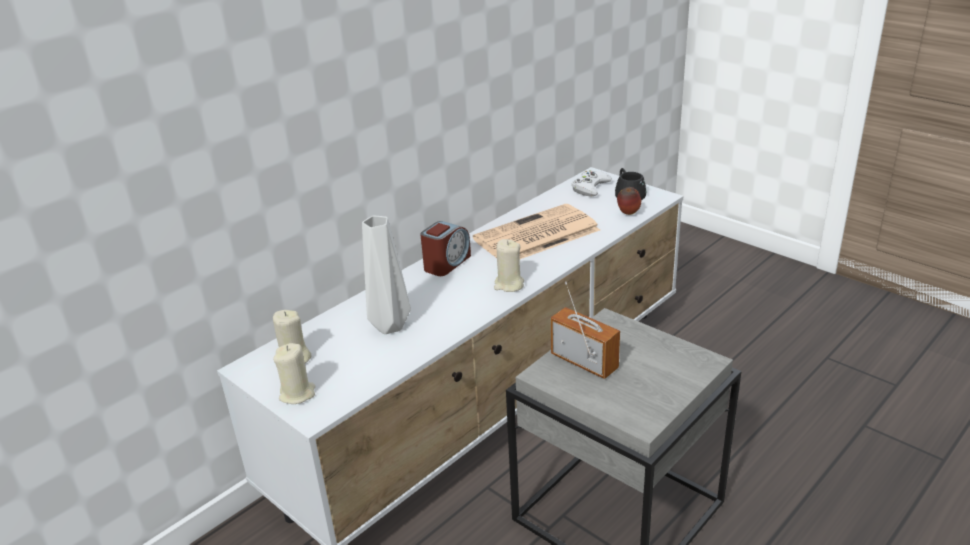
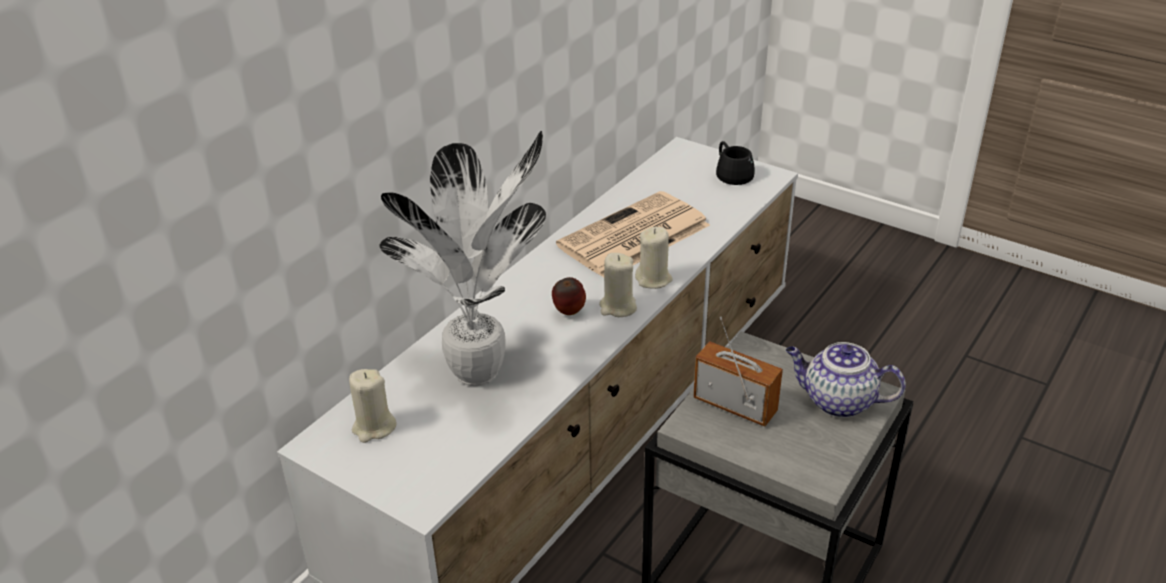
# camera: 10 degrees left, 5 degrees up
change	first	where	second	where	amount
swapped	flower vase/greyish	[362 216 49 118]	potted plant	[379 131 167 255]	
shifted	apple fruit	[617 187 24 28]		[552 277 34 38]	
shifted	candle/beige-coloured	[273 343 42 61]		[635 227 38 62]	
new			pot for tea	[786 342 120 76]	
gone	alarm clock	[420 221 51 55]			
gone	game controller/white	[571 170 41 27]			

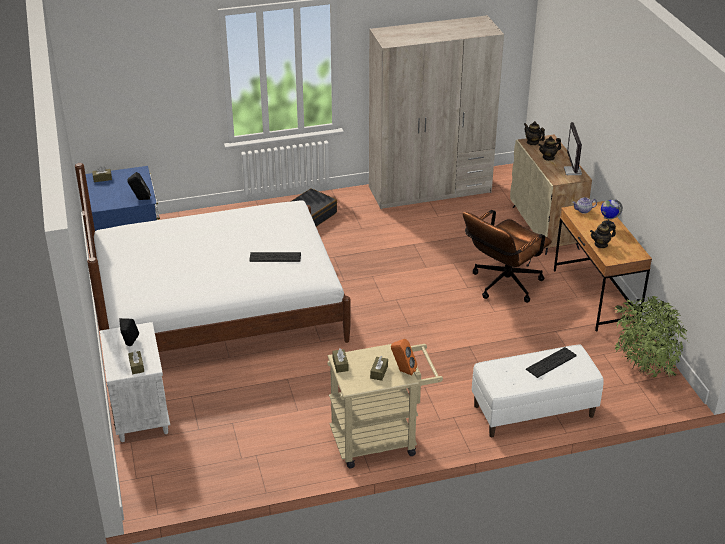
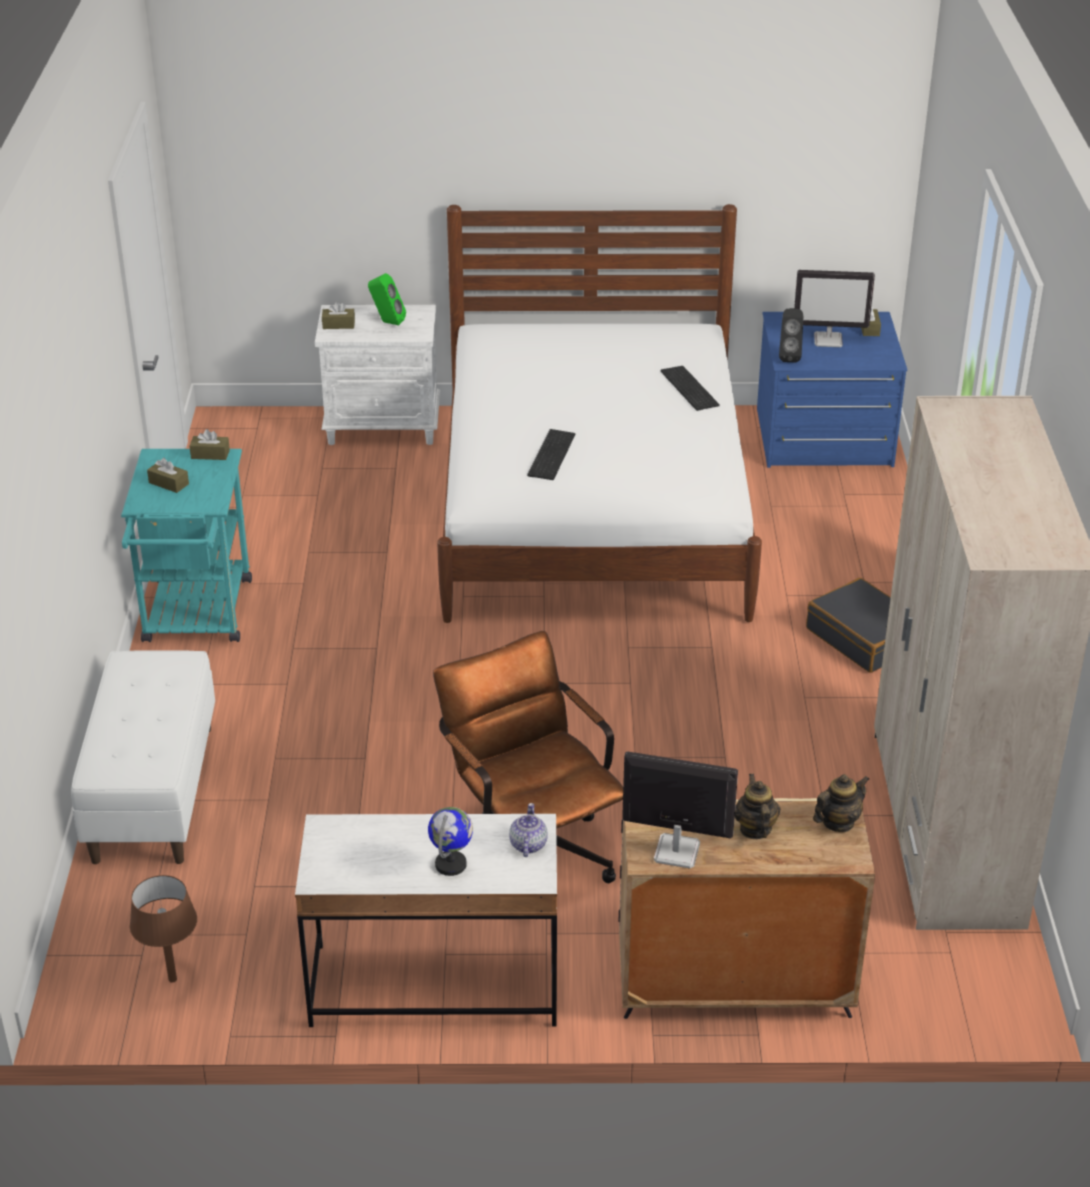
# camera: 105 degrees right, 0 degrees up
change	first	where	second	where	amount
repainted	trolley/beige-coloured	[327 344 116 124]	trolley/turquoise-coloured	[121 449 131 193]	
swapped	potted plant	[614 296 74 82]	tabletop lamp/brownish	[130 875 67 108]	
repainted	desk table/brownish	[554 201 98 131]	desk table/white	[295 814 262 213]	
repainted	speaker/black-coloured	[119 318 20 28]	speaker/green	[368 273 38 52]	
shifted	keyboard	[526 347 51 31]		[661 366 59 45]	
new			monitor	[794 270 81 77]	
gone	speaker/orange	[391 339 26 37]			
gone	pot for tea	[590 222 26 26]			

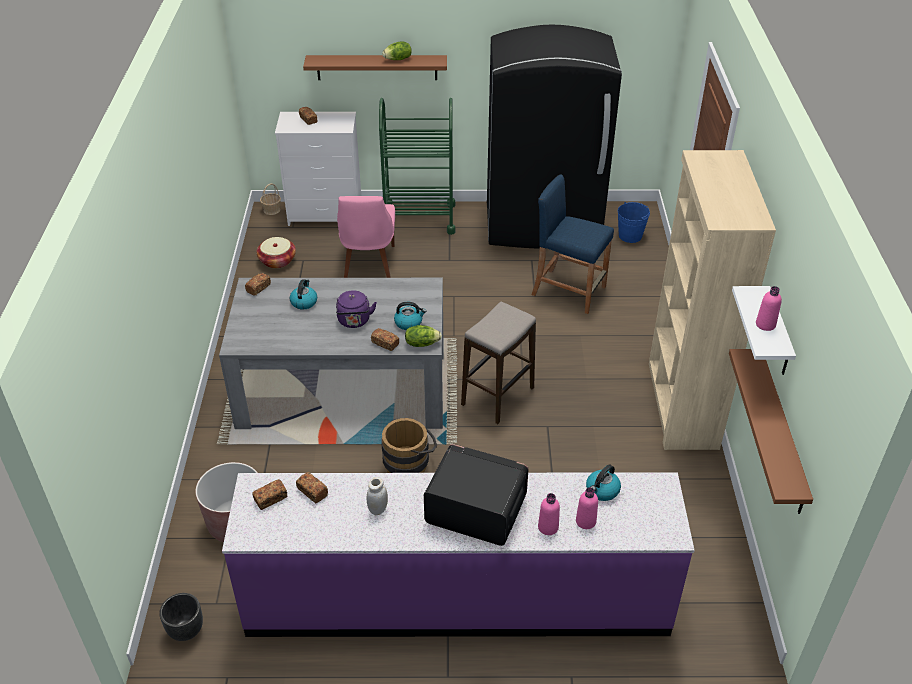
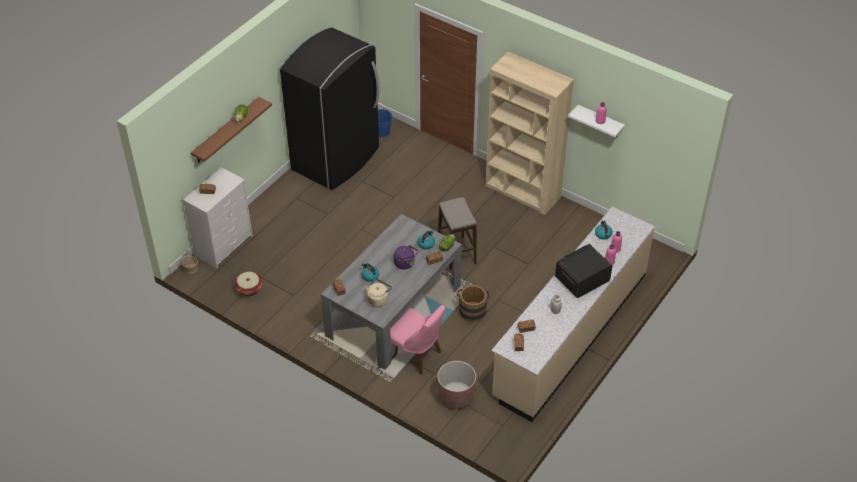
# camera: 55 degrees left, 5 degrees up
change	first	where	second	where	amount
new			kettle/beige-coloured	[365 279 27 28]	
shifted	plain chair/pinkish	[337 196 58 82]		[390 305 55 70]	
repainted	kitchen base unit/purple-coloured	[222 472 473 165]	kitchen base unit/beige-coloured	[491 207 164 215]	
gone	planter/black-coloured	[159 593 44 48]			
gone	trolley/green	[379 98 77 137]			
gone	stool/blue	[532 174 82 140]			
gone	bracket shelf/brownish	[729 349 84 165]			

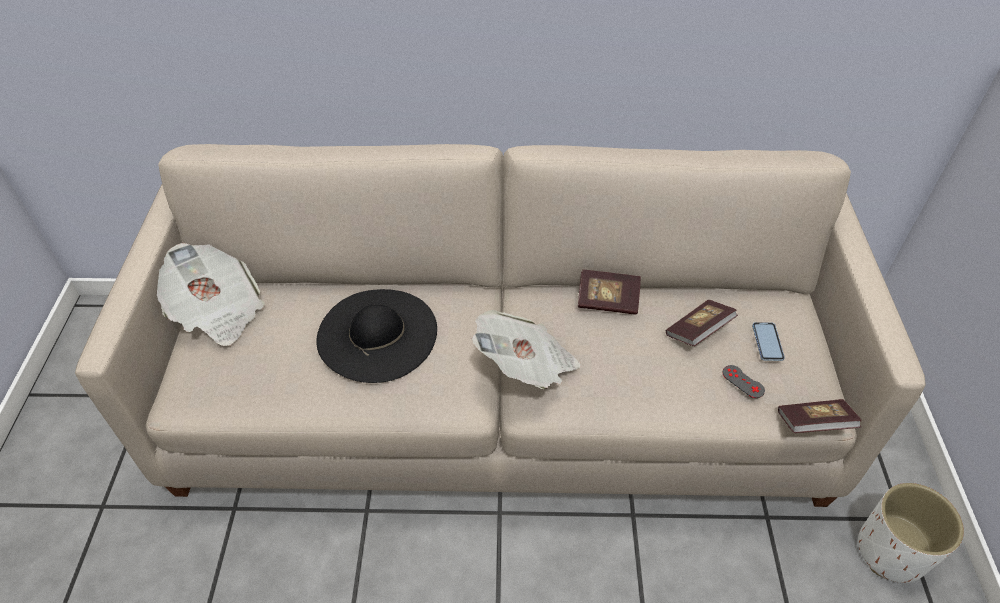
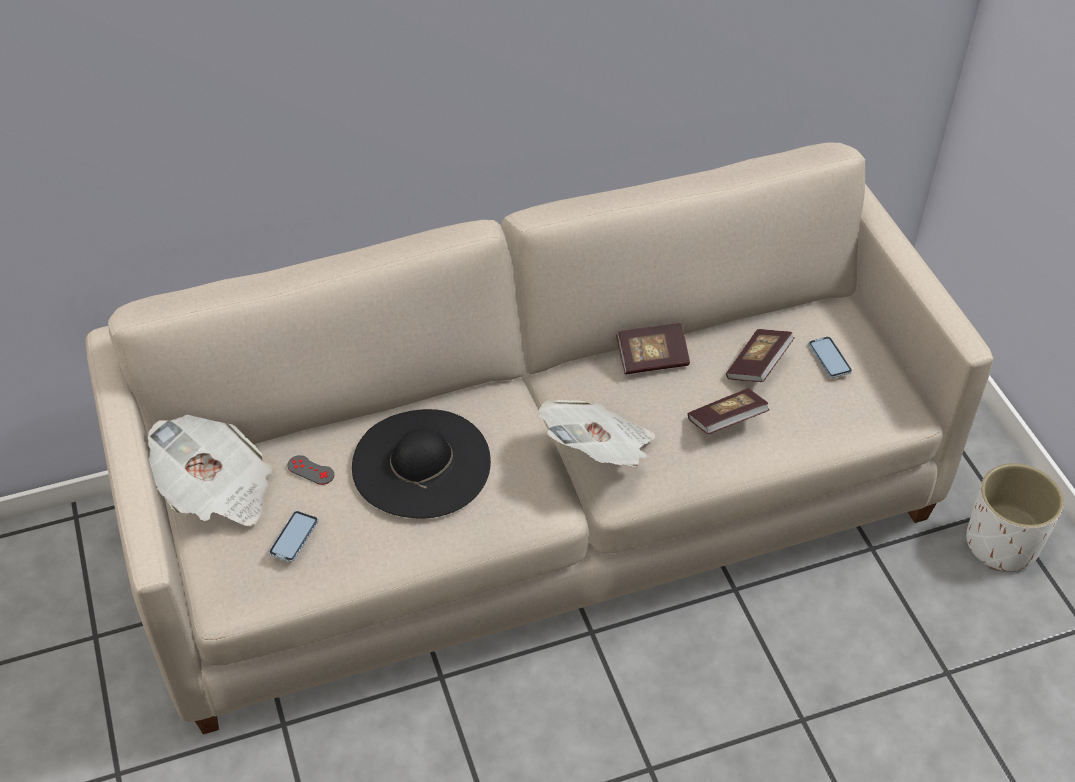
# camera: 20 degrees left, 0 degrees up
change	first	where	second	where	amount
new			telephone	[269 511 49 51]	
shifted	game controller/greyish	[723 365 42 33]		[287 455 47 30]	
shifted	volume	[778 399 84 34]		[688 388 82 46]	

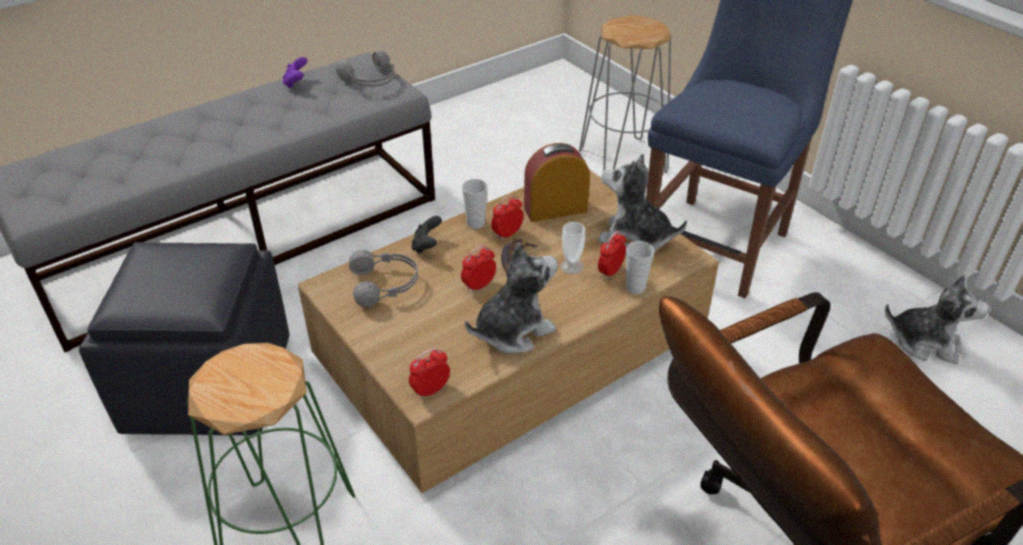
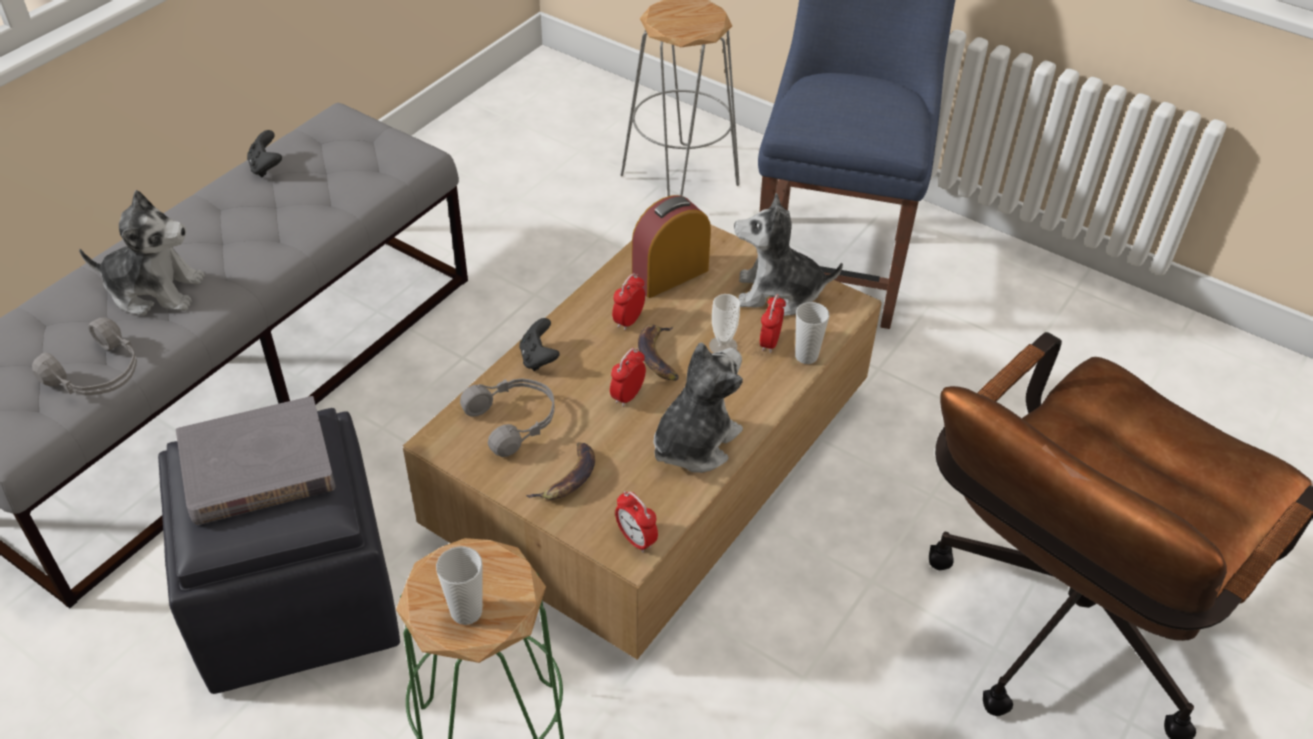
# camera: 20 degrees left, 5 degrees up
change	first	where	second	where	amount
shifted	headphones/greyish	[336 50 59 37]		[32 317 105 78]	
shifted	soft toy	[885 275 104 89]		[79 190 126 126]	
new			volume/greyish	[176 396 160 129]	
repainted	game controller/purple-coloured	[283 57 24 31]	game controller/black-coloured	[247 130 35 47]	
shifted	drinking cup	[462 179 26 50]		[436 546 47 79]	
new			banana fruit	[526 442 69 58]	
rotated	alarm clock	[409 348 41 51]		[615 491 43 62]	75 degrees counterclockwise

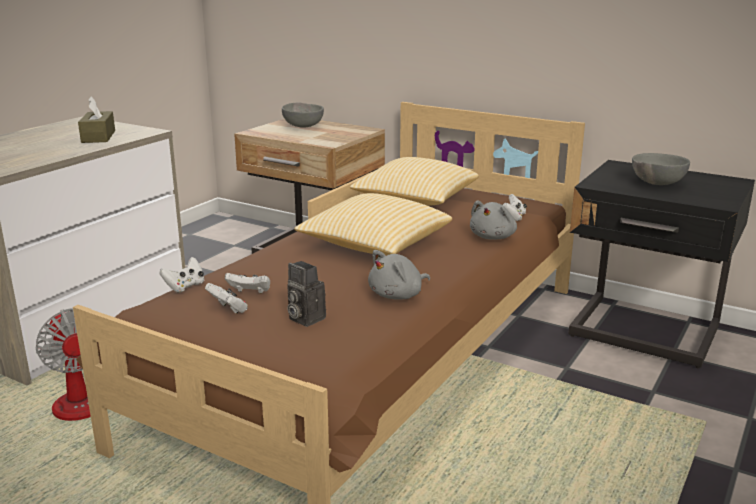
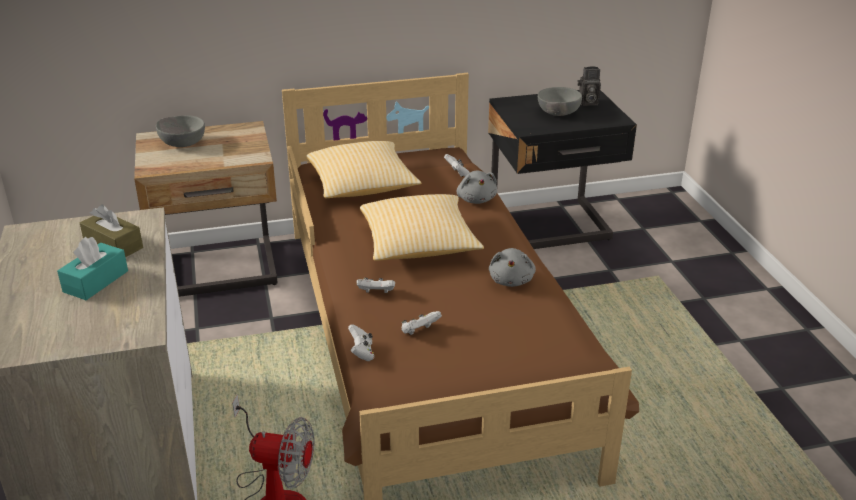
# camera: 45 degrees left, 10 degrees up
change	first	where	second	where	amount
new			box of tissues/turquoise-coloured	[57 237 71 63]	
shifted	game controller/white	[205 283 43 31]		[356 278 39 15]	
shifted	photo camera	[287 261 39 66]		[578 66 23 40]	

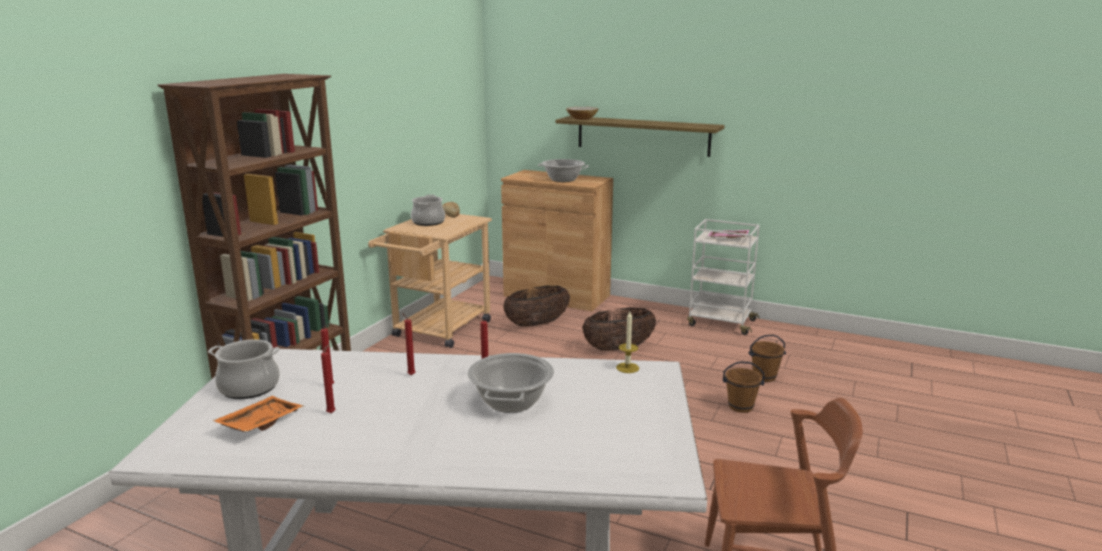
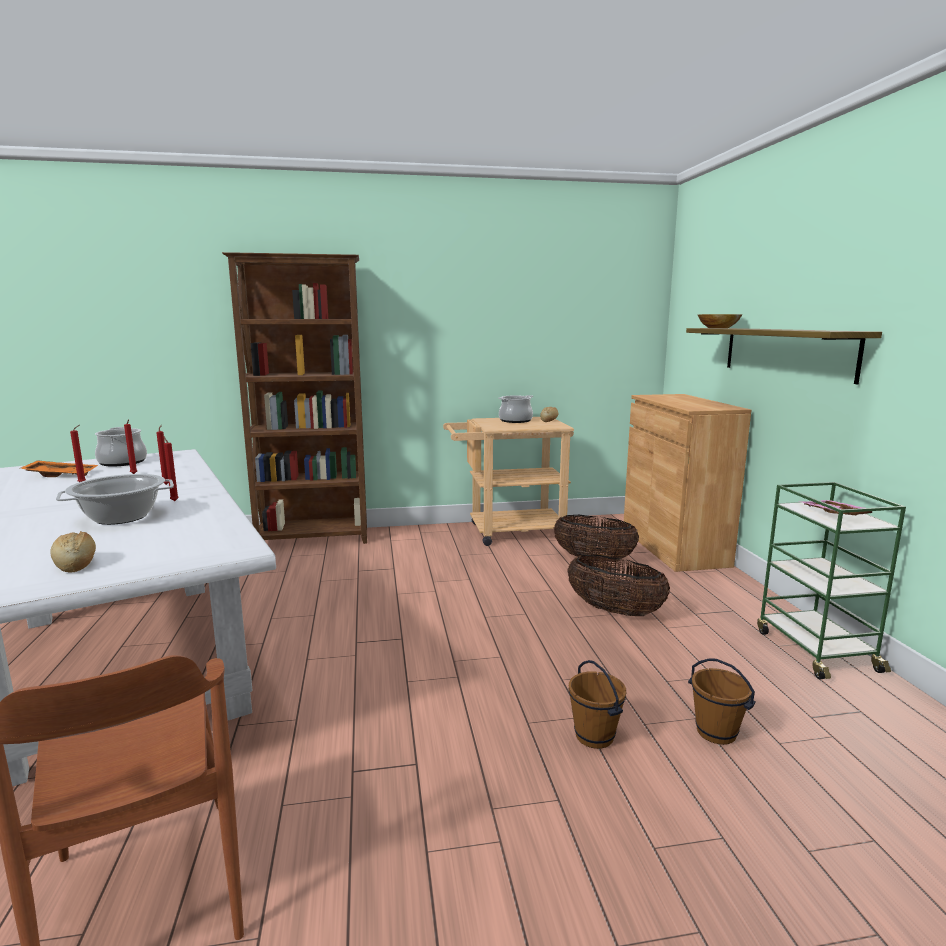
# camera: 55 degrees right, 5 degrees down
change	first	where	second	where	amount
new			bread	[50 531 46 41]	
repainted	trolley/white	[687 219 73 116]	trolley/green	[757 482 149 197]	
gone	saucepot	[538 159 51 23]			
gone	candle	[616 311 23 62]			

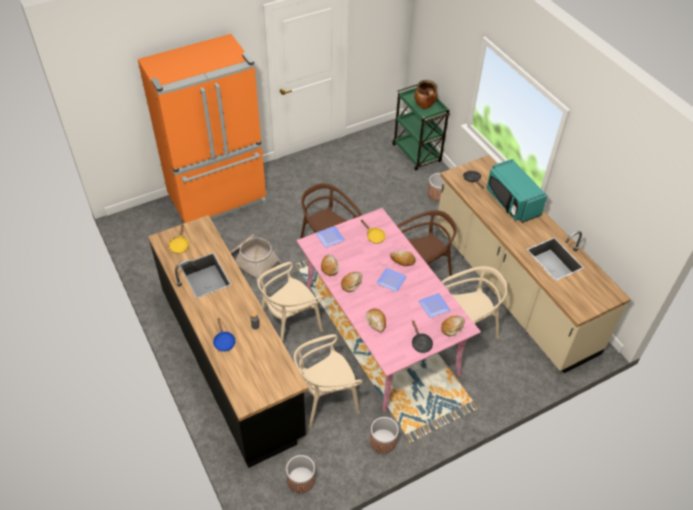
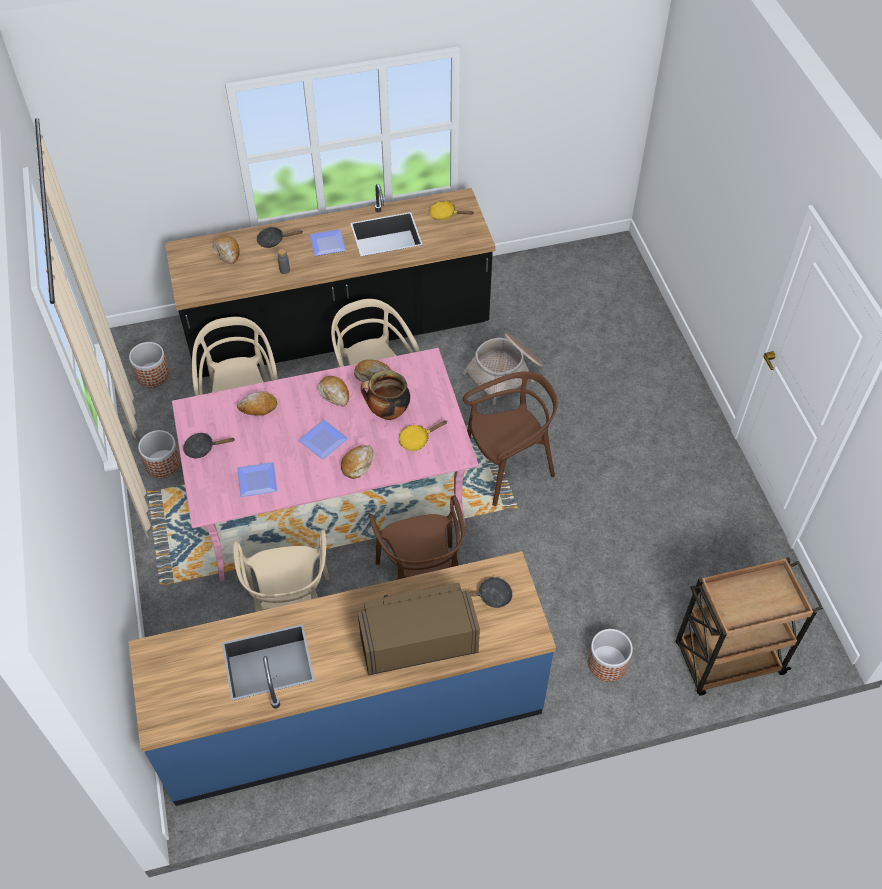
# camera: 105 degrees right, 5 degrees up
change	first	where	second	where	amount
repainted	kitchen base unit/beige-coloured	[436 155 195 218]	kitchen base unit/blue	[128 551 428 255]	
shifted	bread	[441 316 24 20]		[213 235 27 29]	
repainted	pan/blue	[213 318 22 34]	pan/black-coloured	[257 227 45 21]	
shifted	plate	[316 226 29 22]		[309 229 37 27]	
repainted	kitchen microwave/turquoise-coloured	[486 159 61 64]	kitchen microwave/brownish	[358 583 122 92]	
shifted	saucepot	[414 80 23 29]		[361 370 49 50]	
repainted	trolley/green	[392 84 58 86]	trolley/brownish	[676 557 147 139]	
gone	fridge/orange	[138 34 128 189]			

